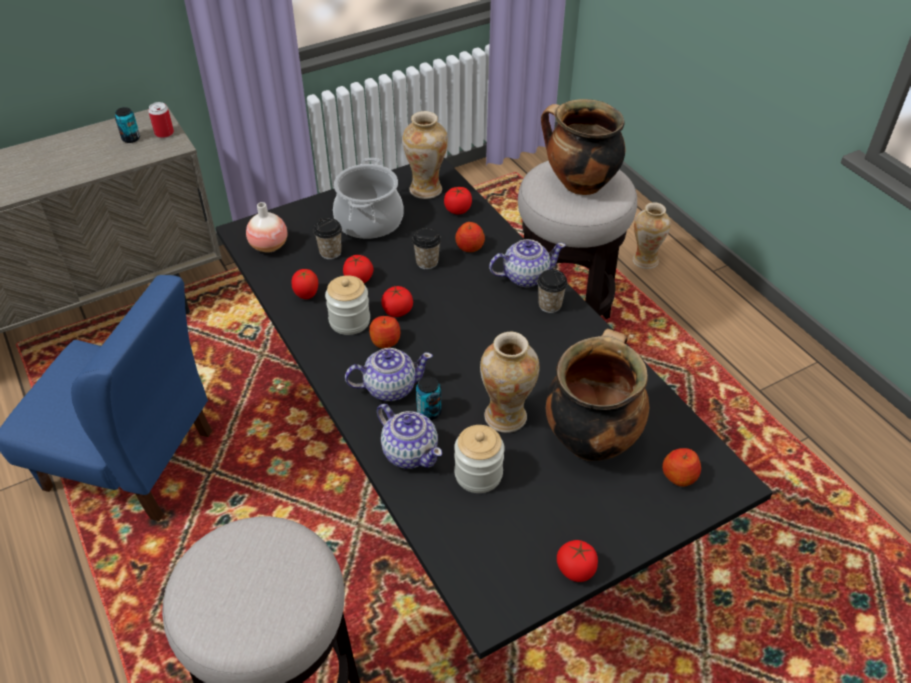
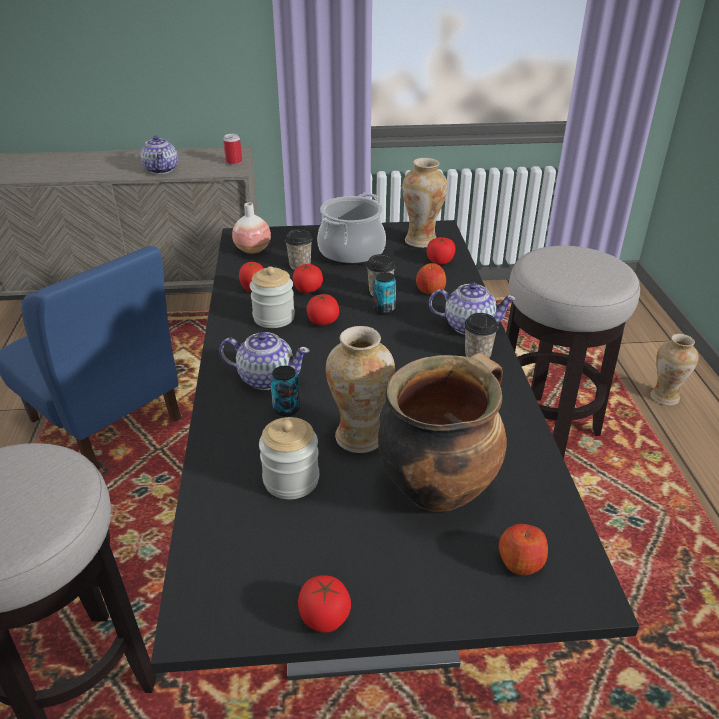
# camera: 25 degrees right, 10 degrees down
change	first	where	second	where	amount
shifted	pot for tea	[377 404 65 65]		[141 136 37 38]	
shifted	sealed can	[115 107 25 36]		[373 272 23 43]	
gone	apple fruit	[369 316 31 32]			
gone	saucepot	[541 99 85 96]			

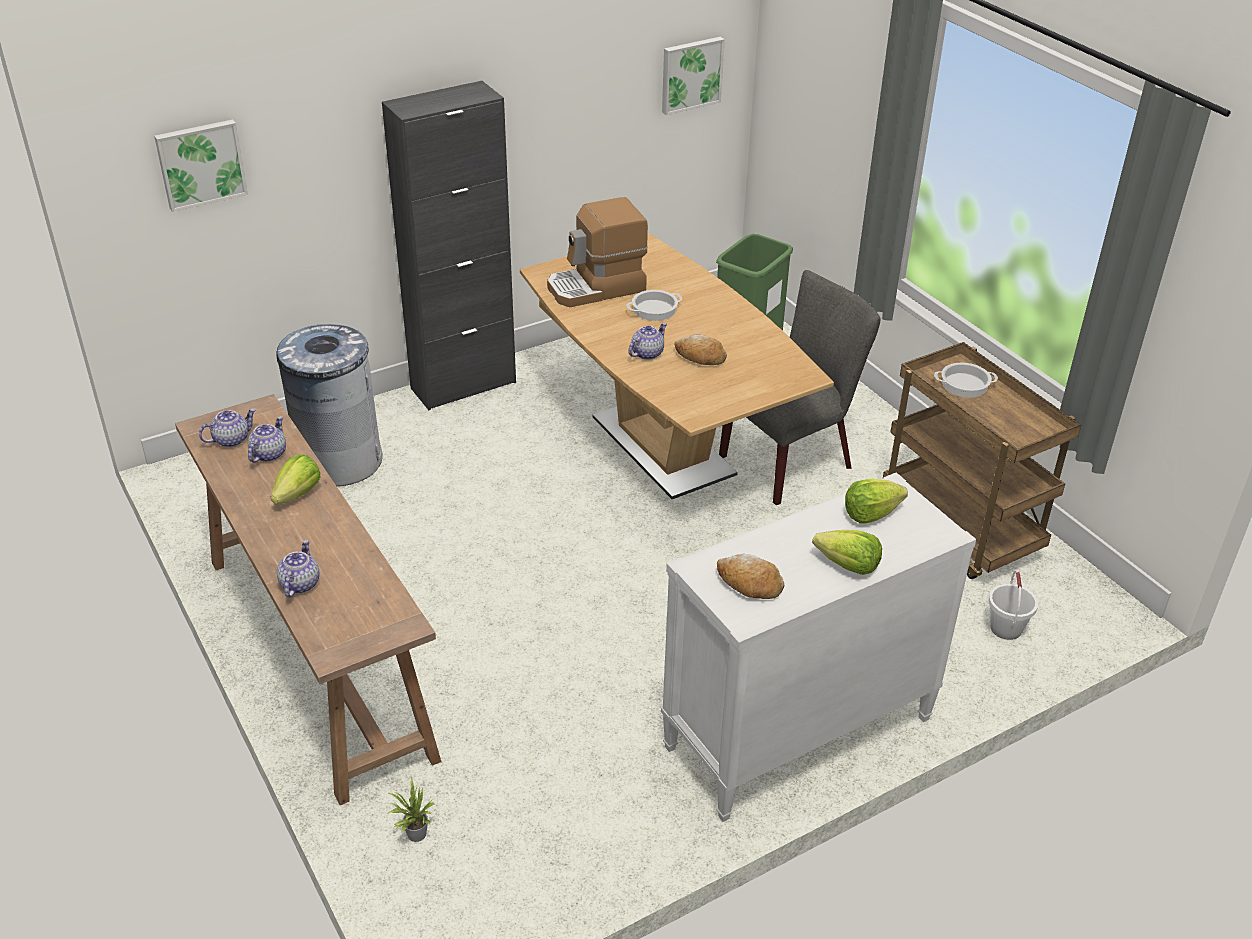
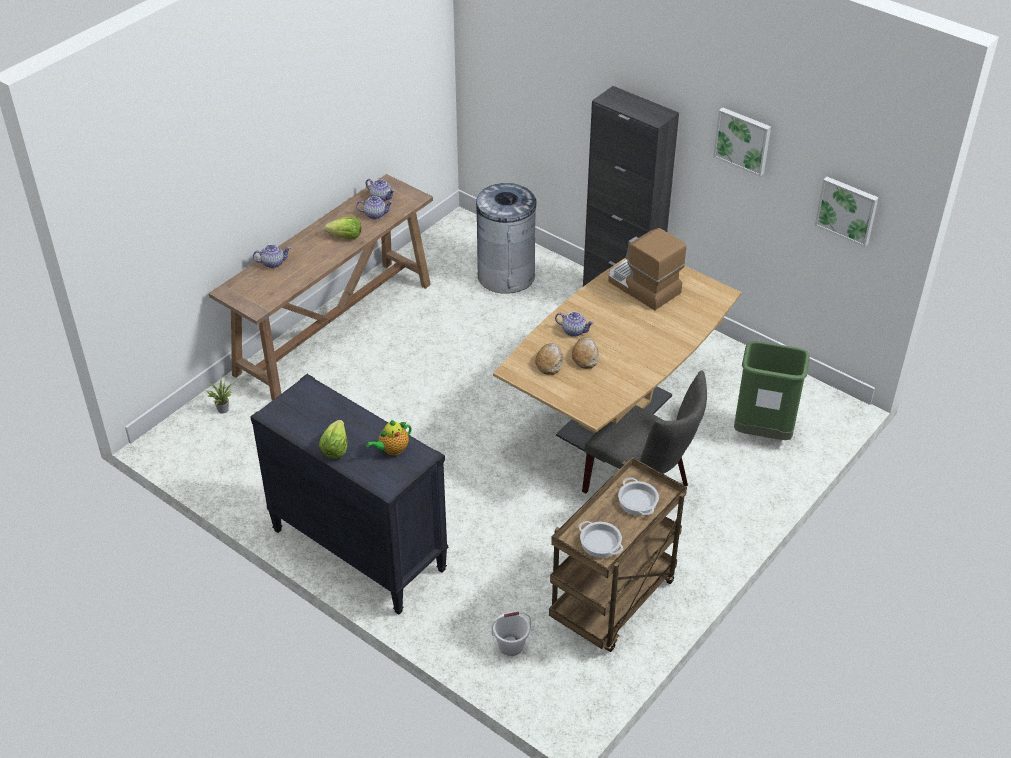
# camera: 70 degrees right, 5 degrees up
change	first	where	second	where	amount
repainted	dresser/white	[661 472 315 350]	dresser/black-coloured	[250 374 198 241]	
swapped	lettuce head	[845 478 63 46]	pot for tea	[366 420 46 35]	
shifted	bread	[717 554 67 45]		[535 343 28 32]	
shifted	saucepot	[627 290 55 31]		[579 521 44 37]	
shifted	picture	[154 119 94 93]		[713 107 58 70]	

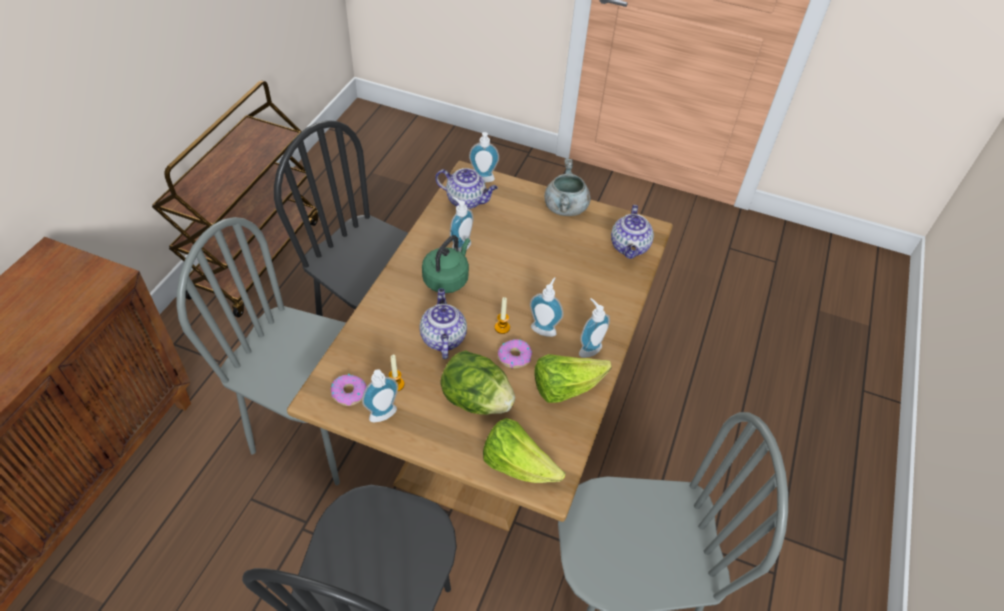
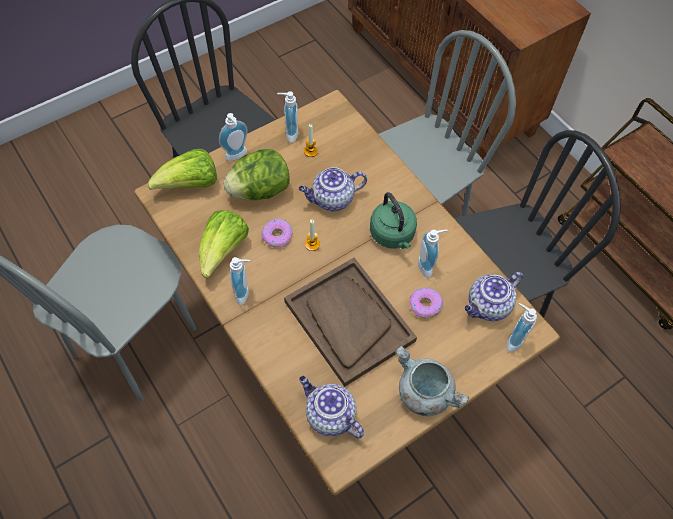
# camera: 125 degrees right, 10 degrees up
change	first	where	second	where	amount
shifted	soap dispenser	[530 277 33 60]		[219 113 29 48]	
new			tray/brownish	[284 258 133 129]	
rotated	pot for tea	[419 288 48 71]		[299 167 68 44]	135 degrees clockwise
shifted	doughnut	[331 374 36 32]		[410 287 33 31]	

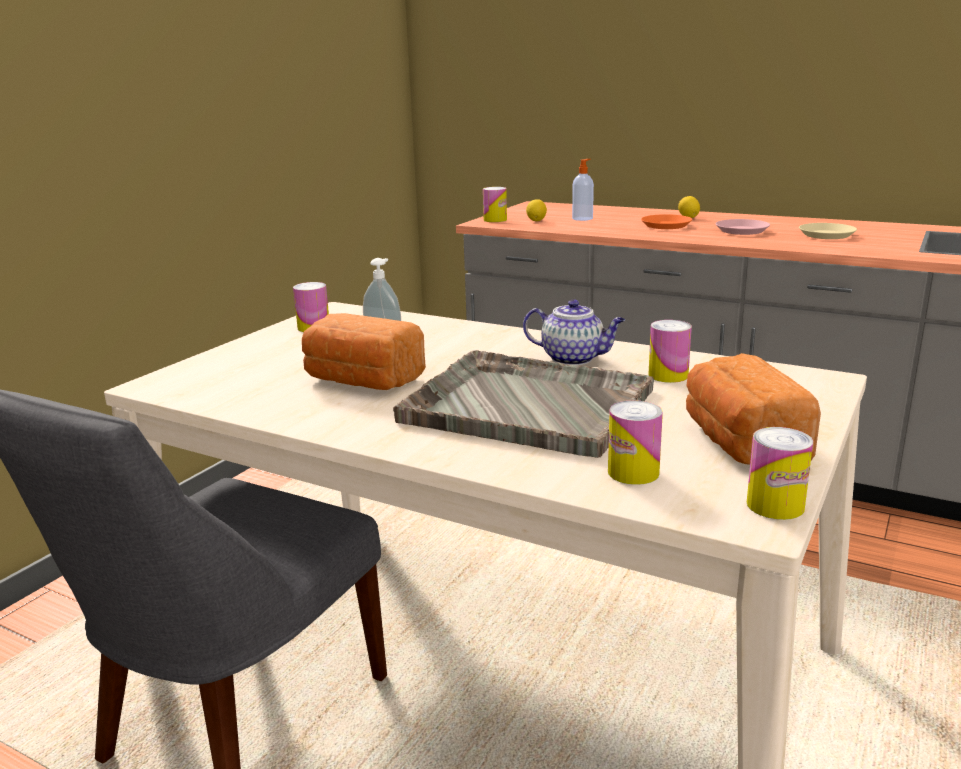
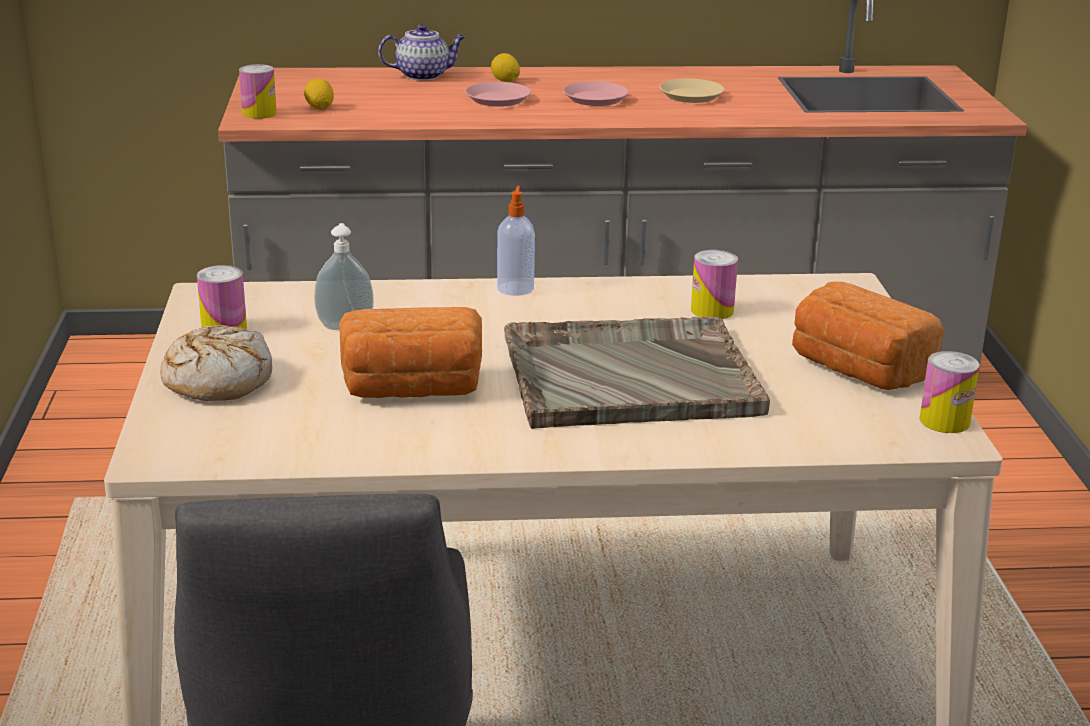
# camera: 35 degrees left, 5 degrees up
change	first	where	second	where	amount
new			bread	[160 325 112 76]	
shifted	pot for tea	[523 299 102 66]		[378 24 87 56]	
repainted	plate/orange	[641 214 51 15]	plate/pinkish	[465 82 66 25]	
shifted	soap dispenser	[572 159 22 62]		[497 186 38 110]	
gone	sealed can	[608 400 55 85]			

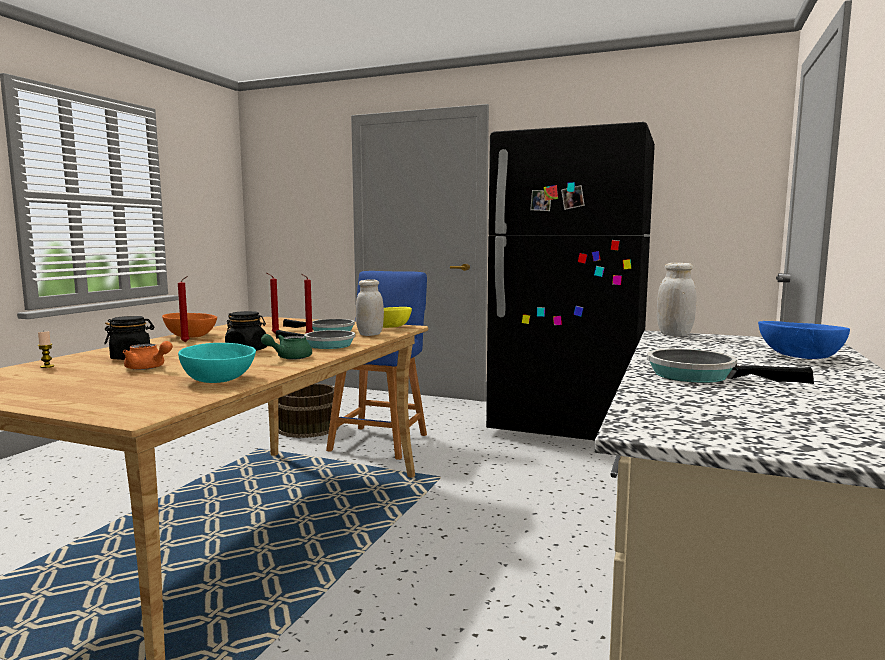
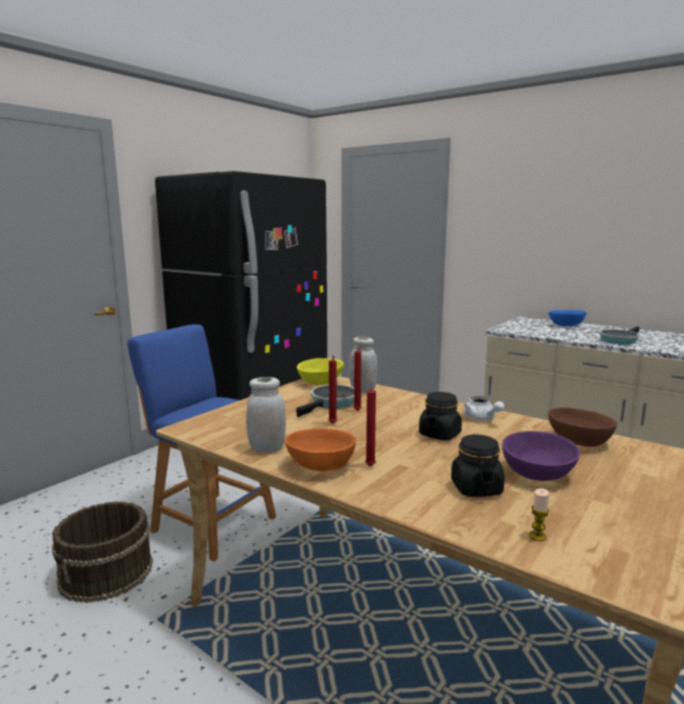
# camera: 75 degrees left, 5 degrees up
change	first	where	second	where	amount
shifted	jar/white	[657 263 40 73]		[246 377 40 76]	
repainted	pot for tea/green	[261 334 51 26]	pot for tea/white	[463 396 42 25]	
swapped	pot for tea/orange	[123 341 50 29]	serving bowl/purple-coloured	[502 431 78 50]	
repainted	serving bowl/turquoise-coloured	[178 343 78 40]	serving bowl/brownish	[548 407 69 40]	
gone	pan	[276 330 79 19]			

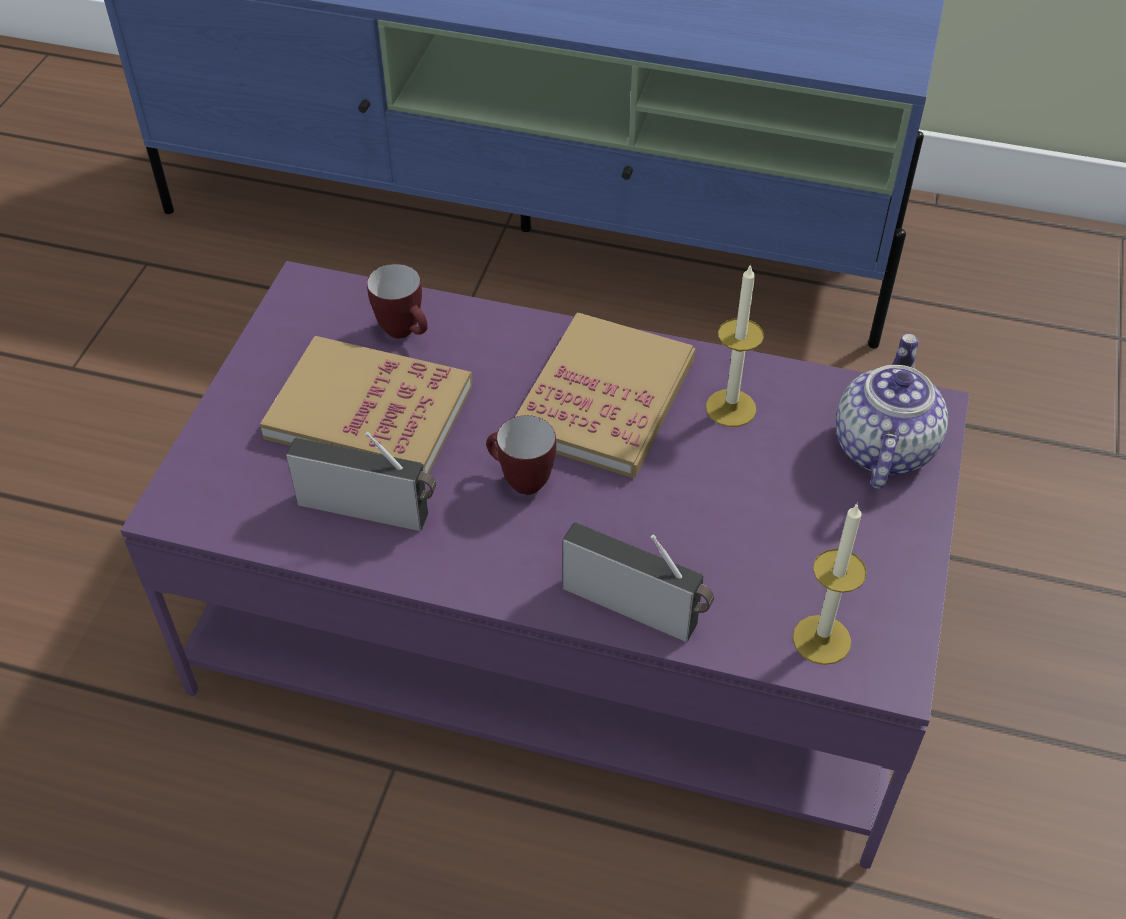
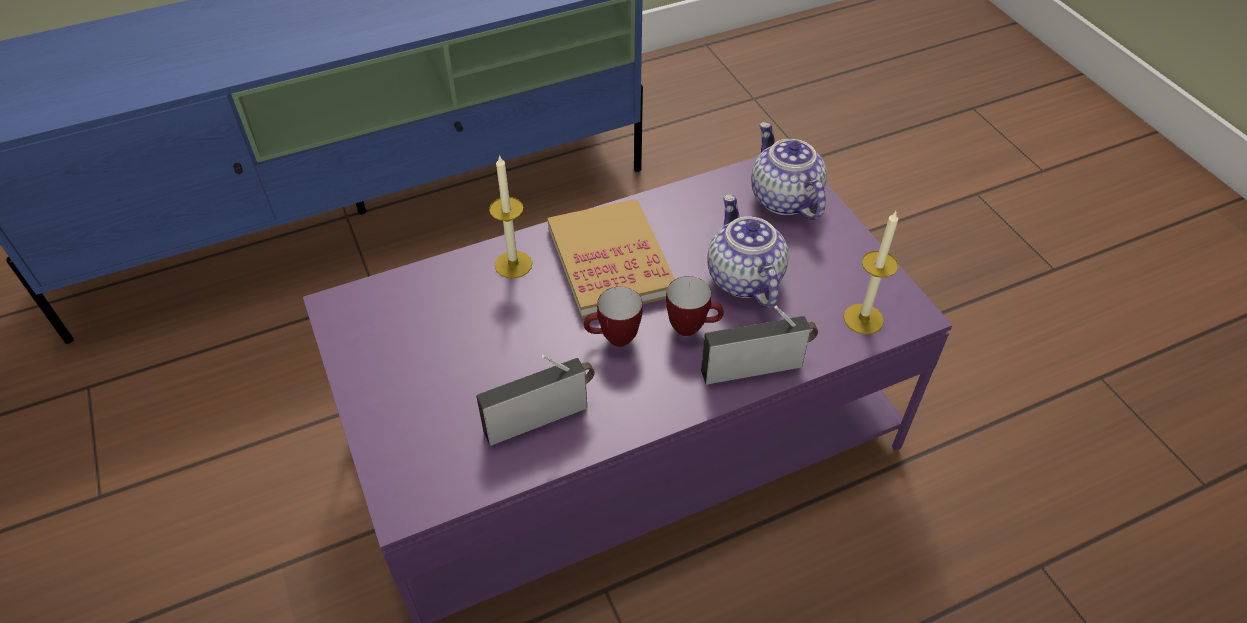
# camera: 40 degrees left, 0 degrees up
change	first	where	second	where	amount
shifted	candle	[706 264 58 163]		[489 155 43 123]	
shifted	mug	[367 264 61 74]		[666 276 58 60]	
new			pot for tea	[707 194 82 114]	
gone	volume	[260 336 213 138]			

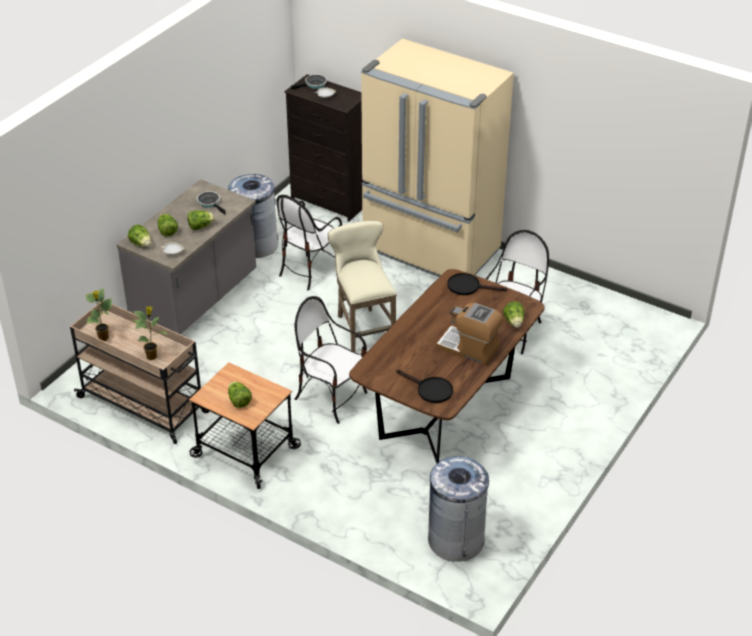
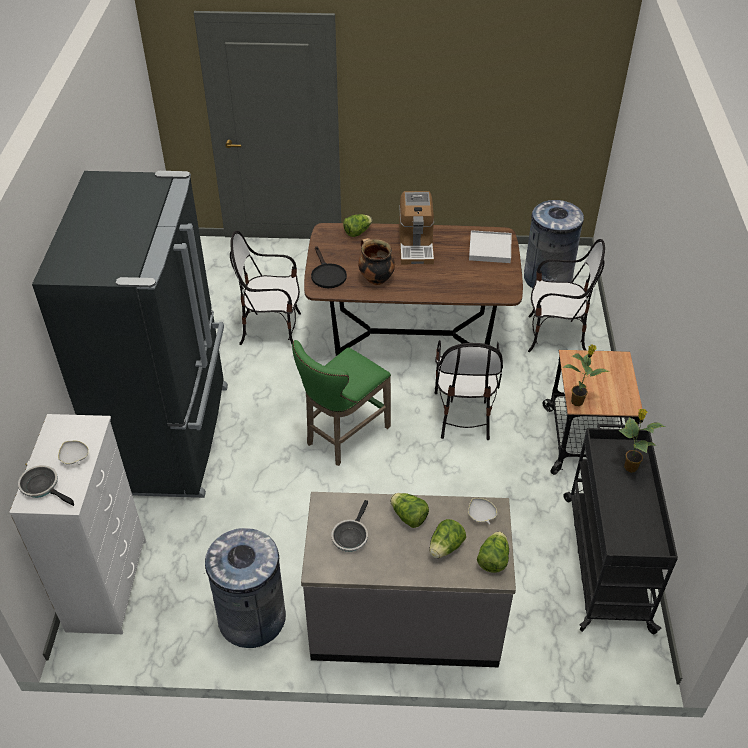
# camera: 120 degrees left, 5 degrees up
change	first	where	second	where	amount
repainted	dresser/black-coloured	[285 74 78 148]	dresser/white	[9 414 137 220]	
repainted	fridge/beige-coloured	[361 39 153 238]	fridge/black-coloured	[32 171 196 327]	
repainted	stool/beige-coloured	[328 221 68 131]	stool/green	[292 340 99 126]	
new			saucepot	[358 238 37 47]	
swapped	pan/black-coloured	[396 370 57 33]	tray/white	[469 230 43 33]	
shifted	plain chair	[276 195 66 95]		[528 239 77 113]	
shifted	potted plant	[86 288 26 53]		[562 344 48 62]	
repainted	trolley/beige-coloured	[70 300 140 144]	trolley/black-coloured	[563 424 115 210]	
gone	lettuce head	[228 381 24 27]			

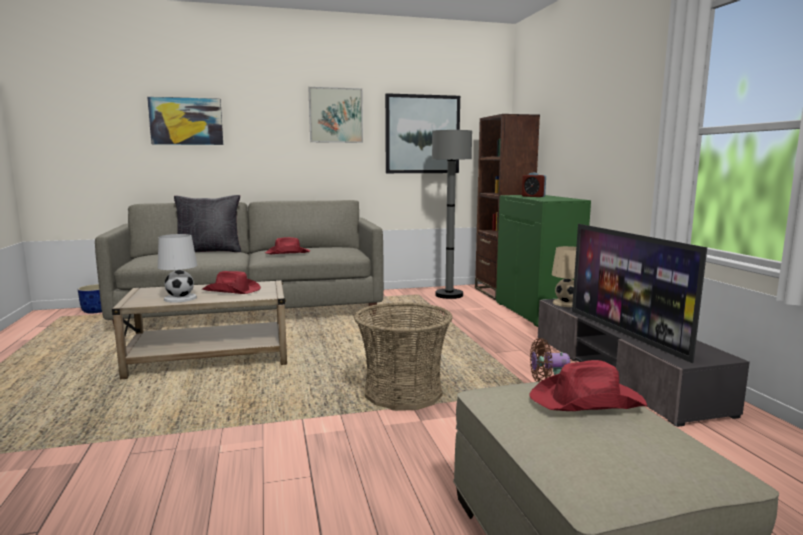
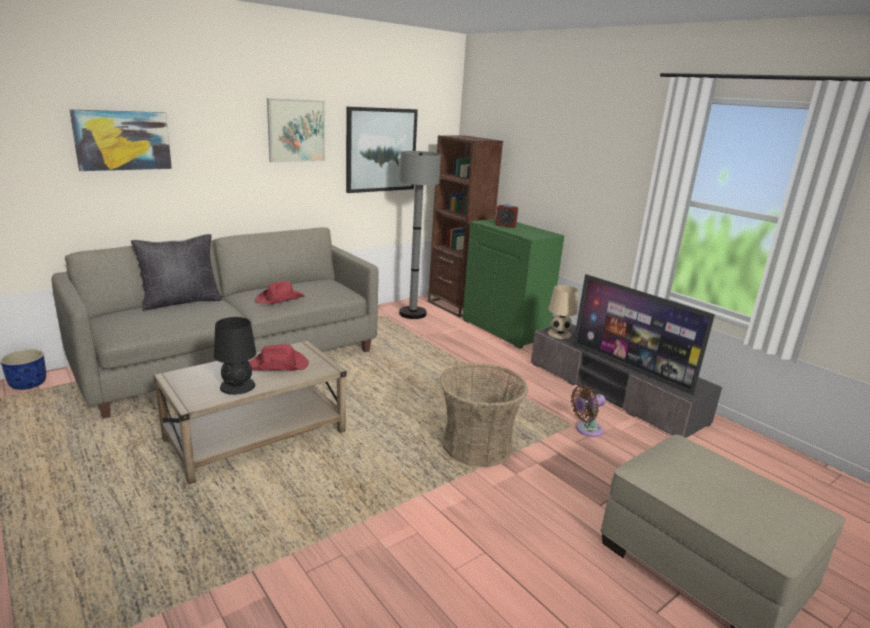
# camera: 25 degrees left, 10 degrees up
change	first	where	second	where	amount
repainted	tabletop lamp/white	[158 234 39 69]	tabletop lamp/black-coloured	[214 317 42 78]	
gone	hat/red-coloured	[529 360 118 51]			

